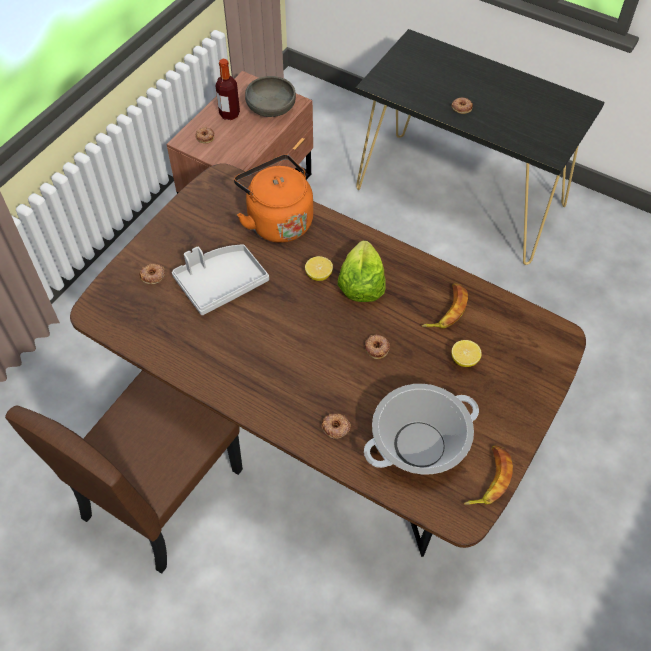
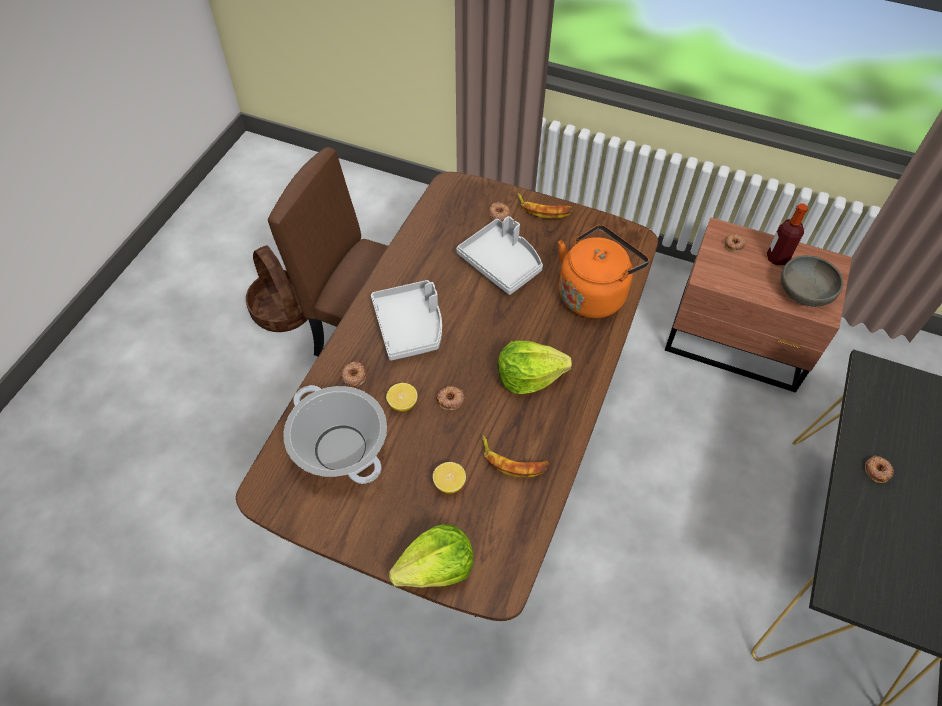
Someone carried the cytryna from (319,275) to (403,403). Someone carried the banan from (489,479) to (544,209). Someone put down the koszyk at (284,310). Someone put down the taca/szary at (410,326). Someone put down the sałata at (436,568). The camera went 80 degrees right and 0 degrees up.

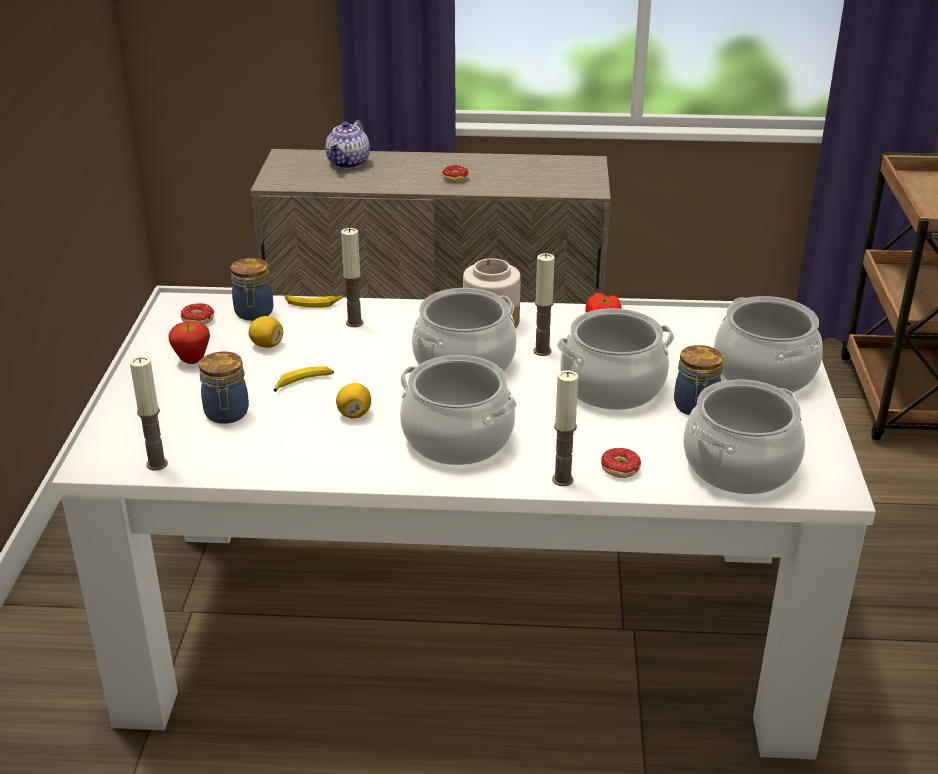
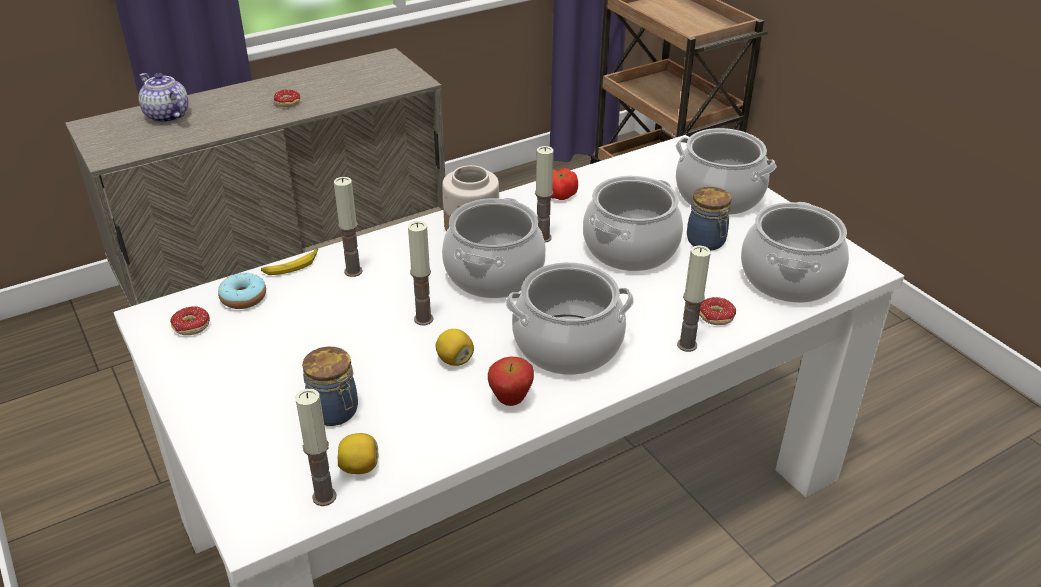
Someone rotated the imbryk at (348,163) by 150 degrees clockwise. Someone swapped the słoik at (254,313) for the donut at (243,298). Someone carried the cytryna from (267,345) to (359,467). Someone carried the jabłko from (192,360) to (510,400). Someone took away the banan at (303,383). Someone put down the świeca at (423,319). The camera went 35 degrees left and 5 degrees up.

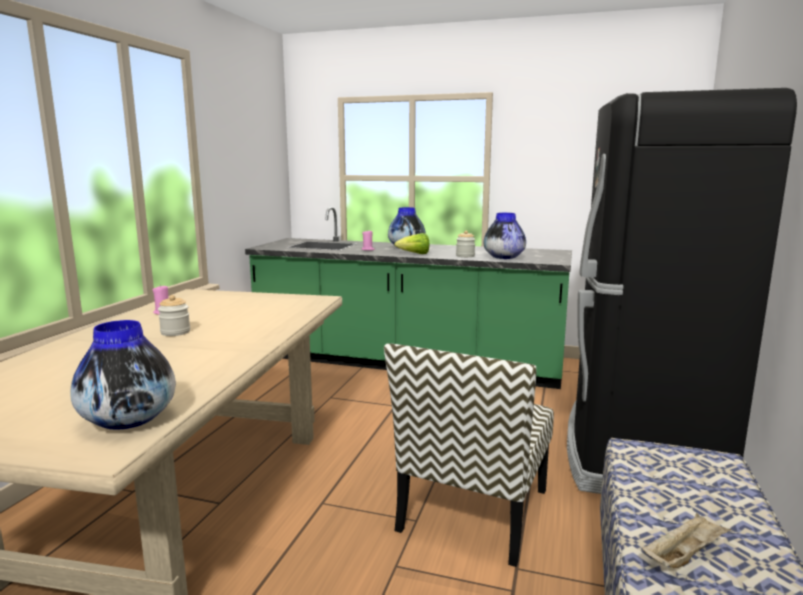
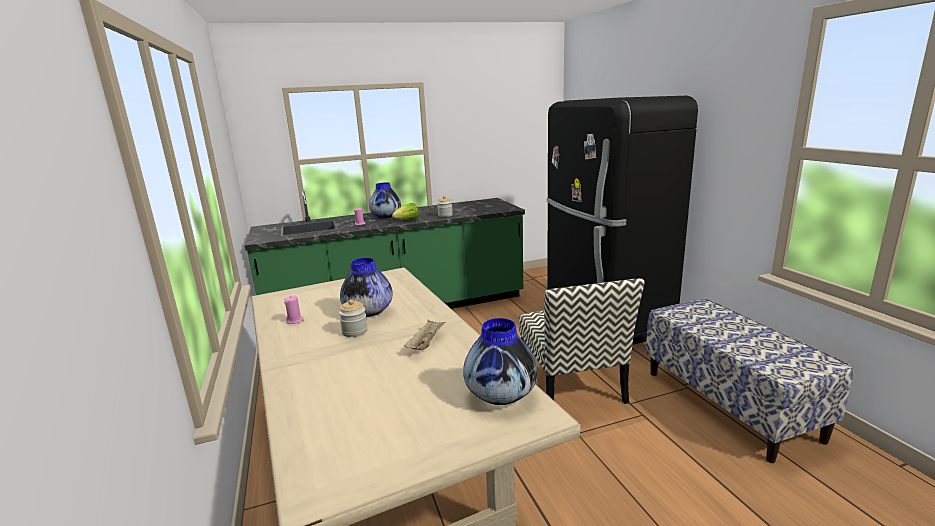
Someone carried the wazon from (504,258) to (368,312). Someone carried the taca/beżowy from (684,555) to (426,343). The camera went 35 degrees left and 5 degrees up.

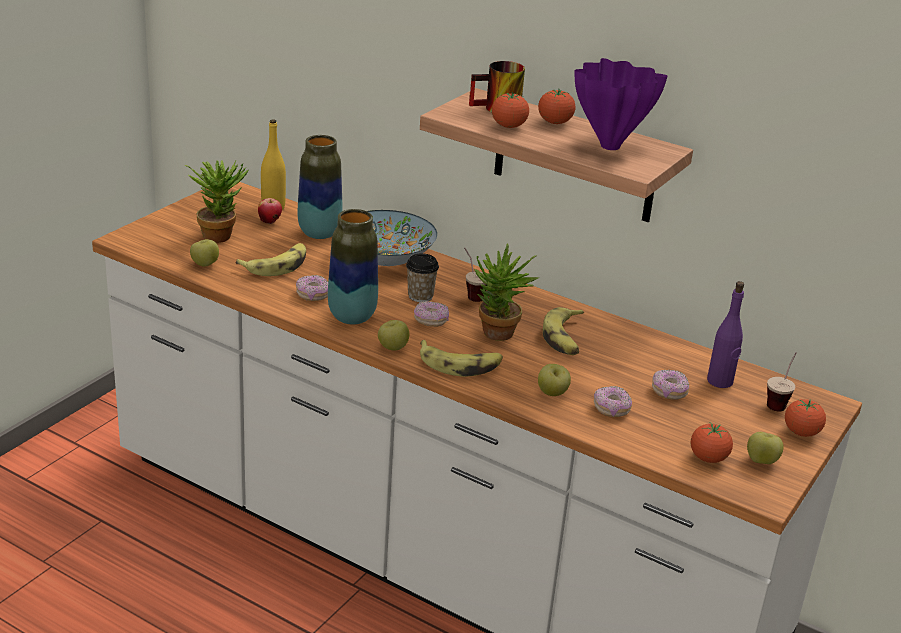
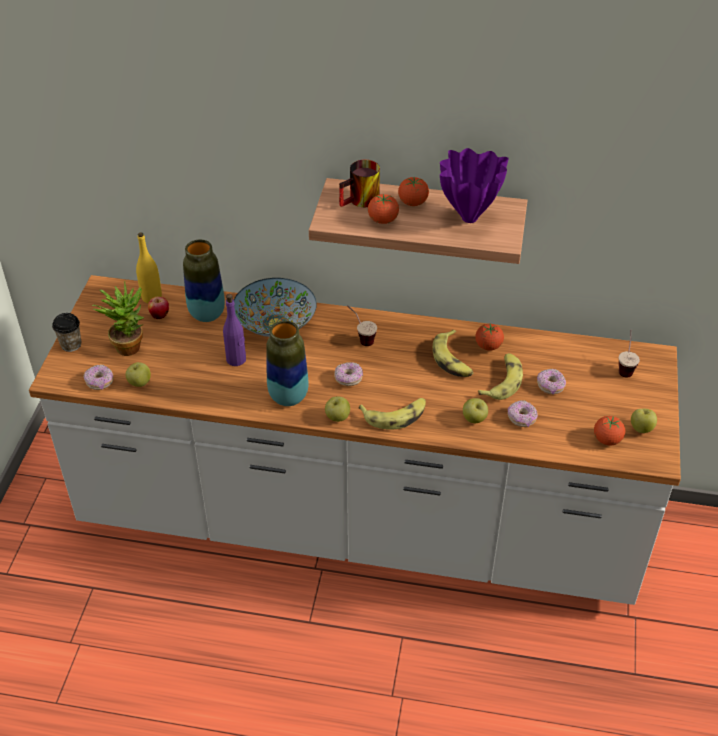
Someone carried the banan from (277,266) to (502,381). Someone took away the roślina doniczkowa at (497,336). Someone carried the filiżanka from (420,296) to (71,345). Someone carried the donut from (313,295) to (100,382). Someone carried the butelka/fioletowy from (720,381) to (236,359). Someone carried the pomidor from (801,432) to (488,346). The camera went 20 degrees left and 15 degrees up.

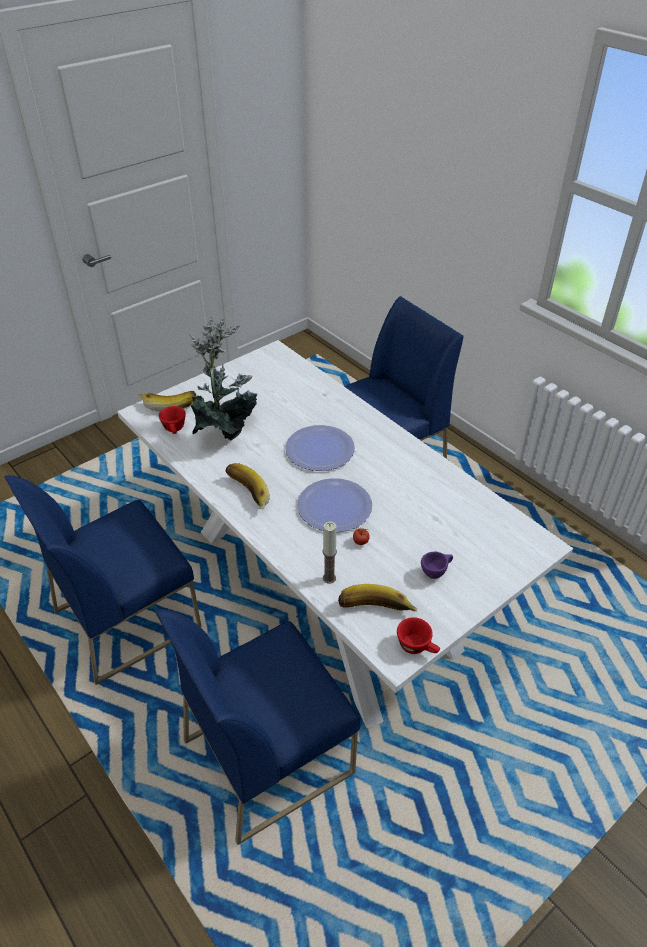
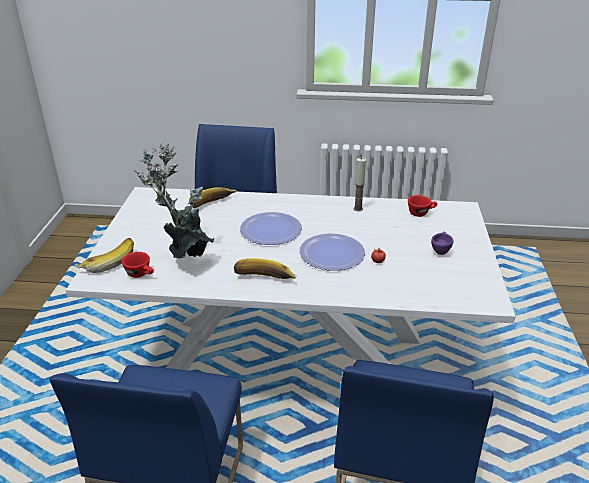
Someone carried the świeca from (329,578) to (358,209). Someone carried the banan from (375,611) to (213,205). Someone carried the filiżanka/czerwony from (417,647) to (421,213). The camera went 45 degrees left and 10 degrees down.

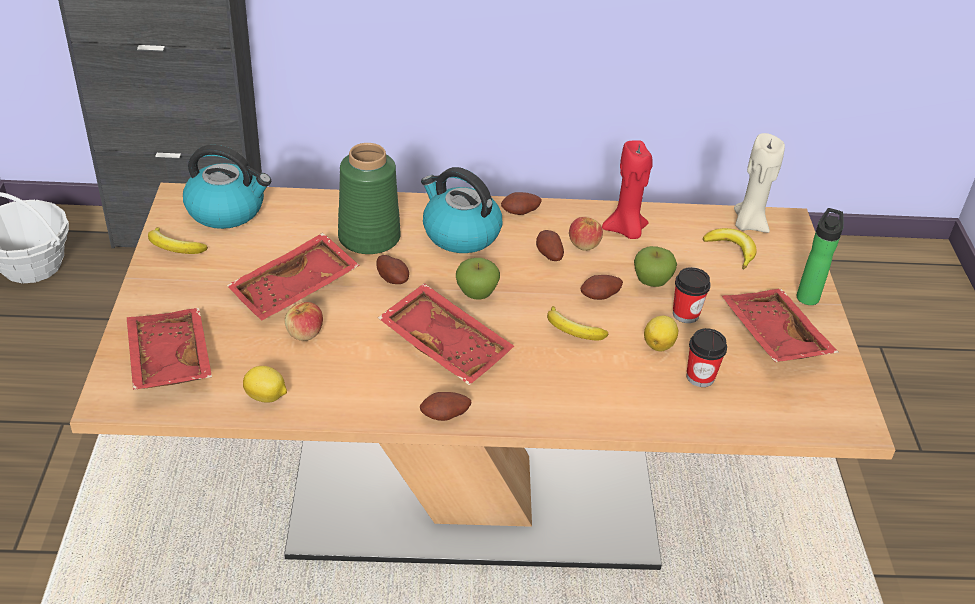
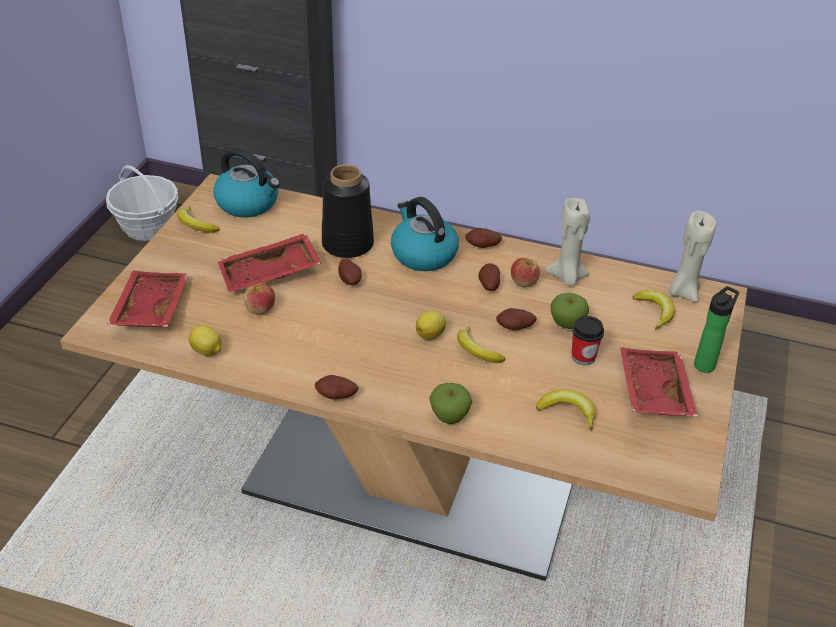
Someone repainted the świeca/czerwony at (626,231), which became the świeca/beżowy at (567,277). Someone repainted the wazon/zielony at (368,237), which became the wazon/czarny at (347,244). Someone carried the jabłko from (476,294) to (449,417). Someone took away the taca/czerwony at (447,344). Someone carried the cytryna from (659,344) to (431,335). Someone swapped the filiżanka at (700,377) for the banan at (568,412). The camera went 20 degrees right and 0 degrees up.

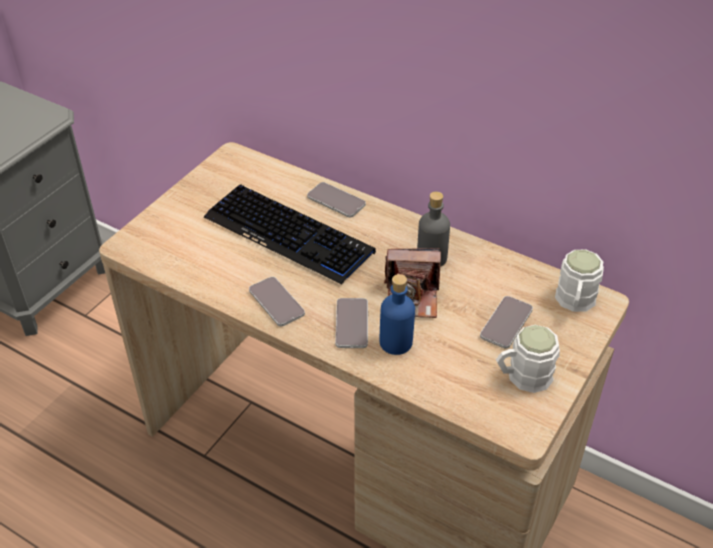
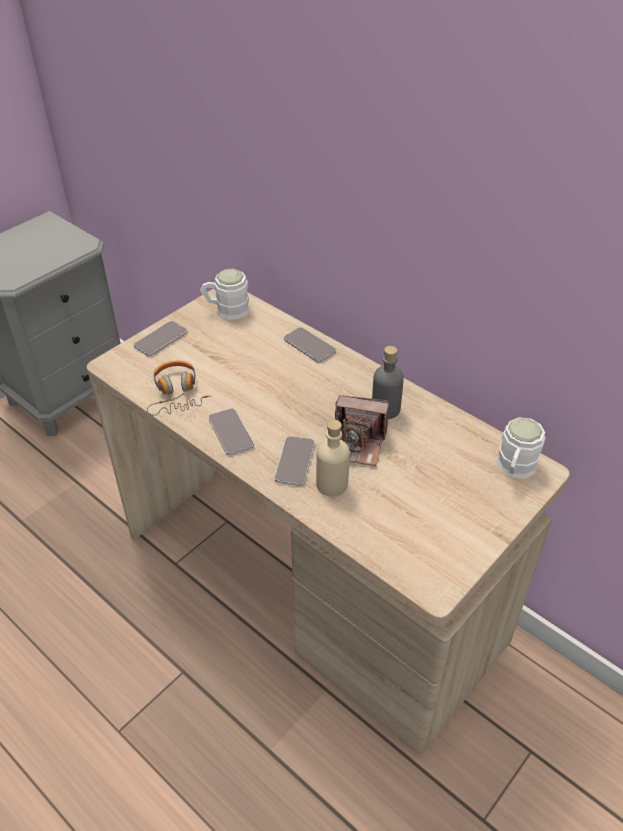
Someone took away the klawiatura at (289,235). Someone repainted the butelka/niebieski at (396,342), which became the butelka/beżowy at (332,484). Someone carried the telefon from (506,323) to (161,339). Someone carried the kubek/biały from (522,377) to (226,310). Someone put down the słuchawki at (176,394). The camera went 10 degrees right and 0 degrees up.

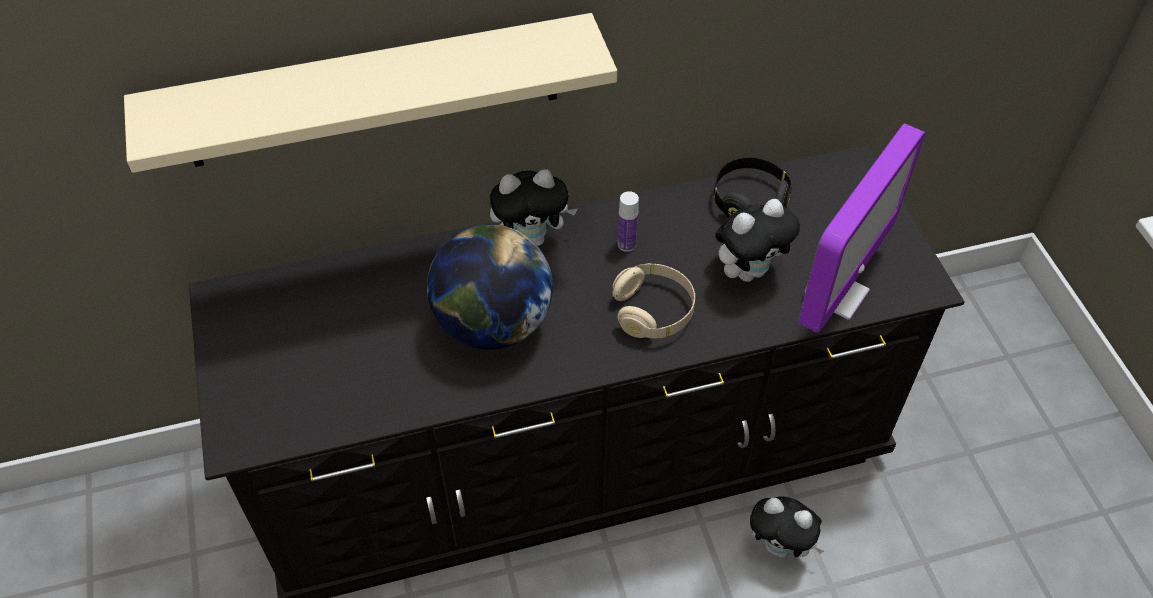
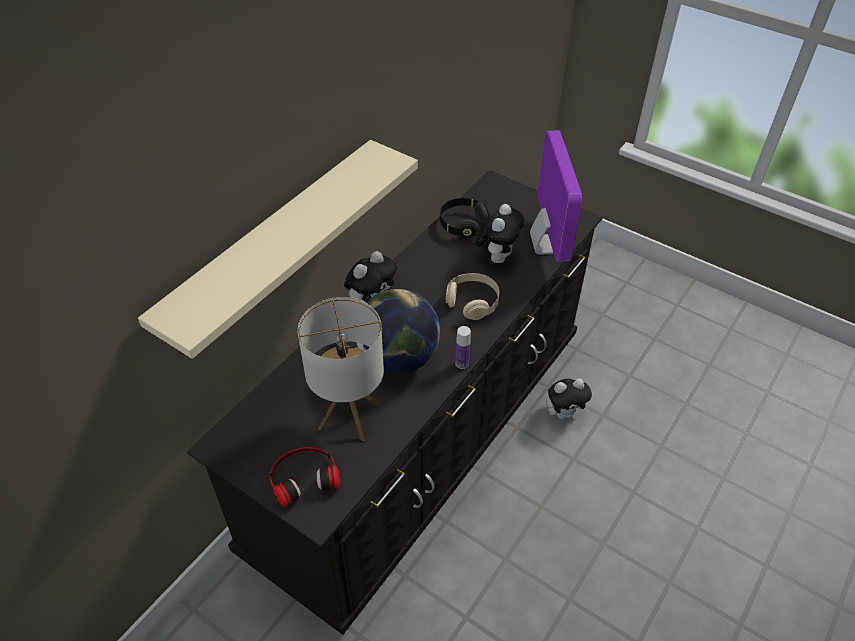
Someone carried the butelka from (626,244) to (461,363). Someone put down the lampa stołowa at (349,416). Someone put down the słuchawki at (303,476). The camera went 40 degrees left and 5 degrees down.

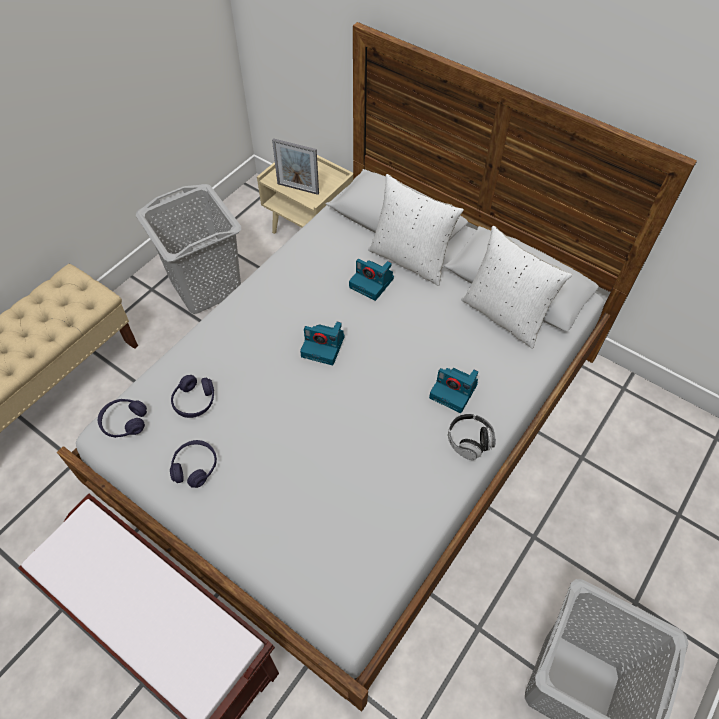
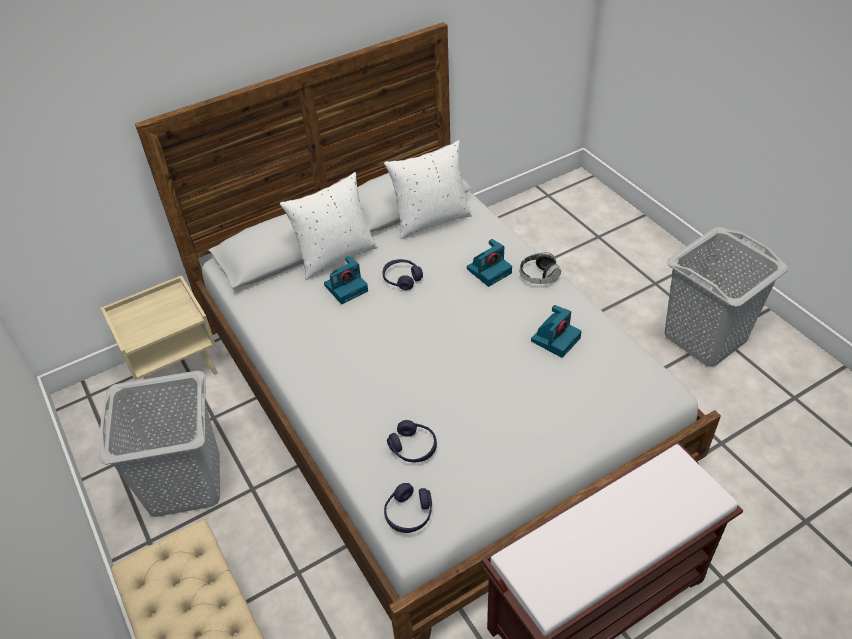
Someone took away the ramka na zdjęcie at (298,188). Someone carried the aparat fotograficzny from (324,346) to (555,338). Someone carried the słuchawki/fioletowy from (195,467) to (402,279). The camera went 65 degrees left and 10 degrees down.

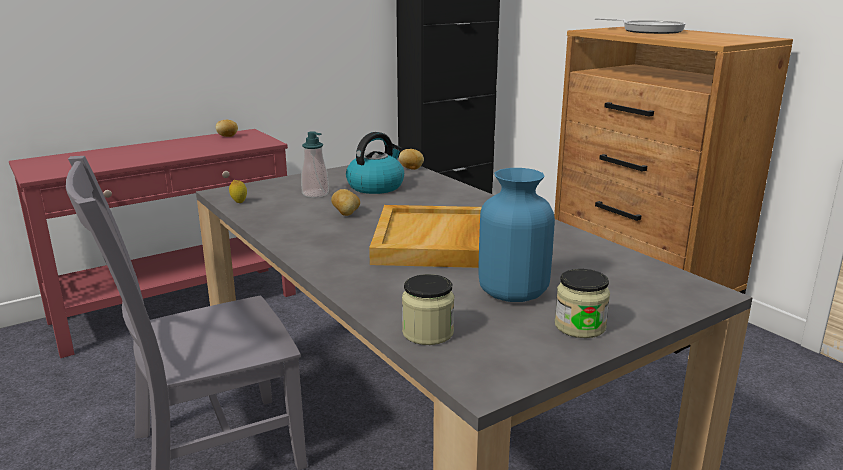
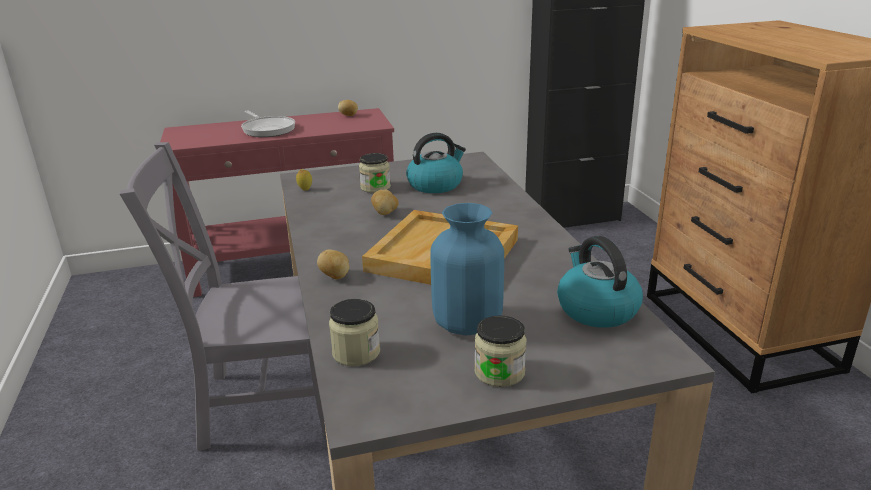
Someone carried the patelnia from (648,31) to (267,129). Someone swapped the dozownik mydła at (315,194) for the słoik at (375,187). Someone carried the ziemniak from (411,169) to (335,276). Someone put down the czajnik at (596,309). The camera went 20 degrees right and 5 degrees up.

